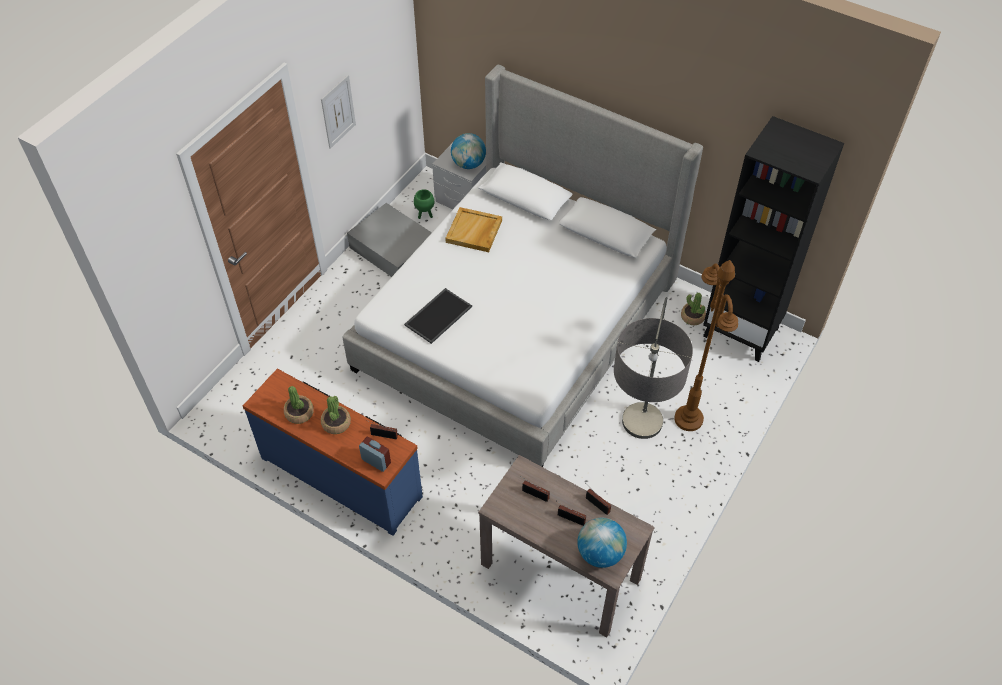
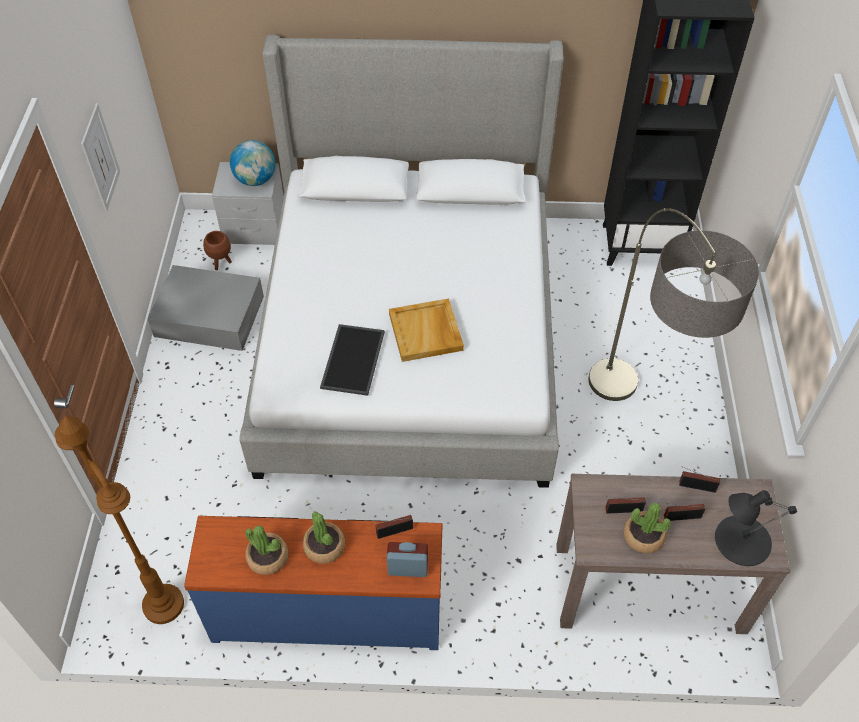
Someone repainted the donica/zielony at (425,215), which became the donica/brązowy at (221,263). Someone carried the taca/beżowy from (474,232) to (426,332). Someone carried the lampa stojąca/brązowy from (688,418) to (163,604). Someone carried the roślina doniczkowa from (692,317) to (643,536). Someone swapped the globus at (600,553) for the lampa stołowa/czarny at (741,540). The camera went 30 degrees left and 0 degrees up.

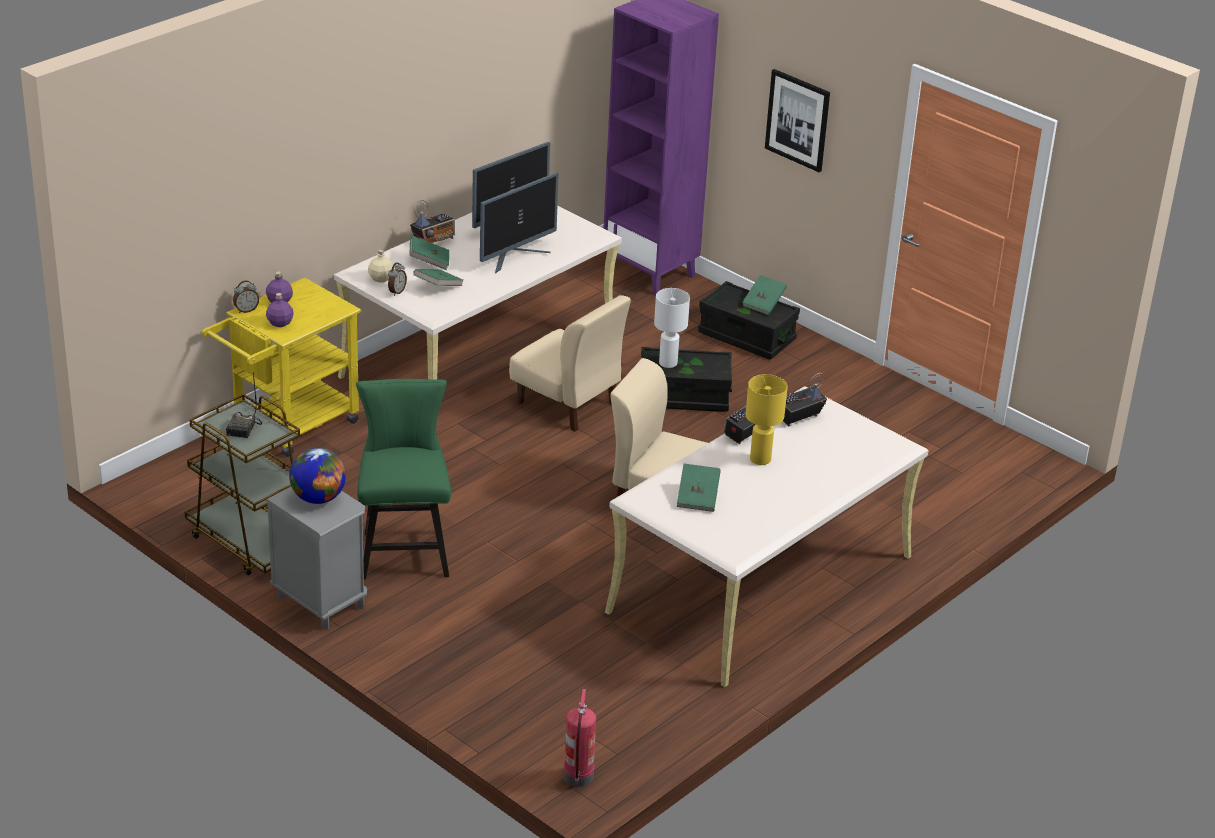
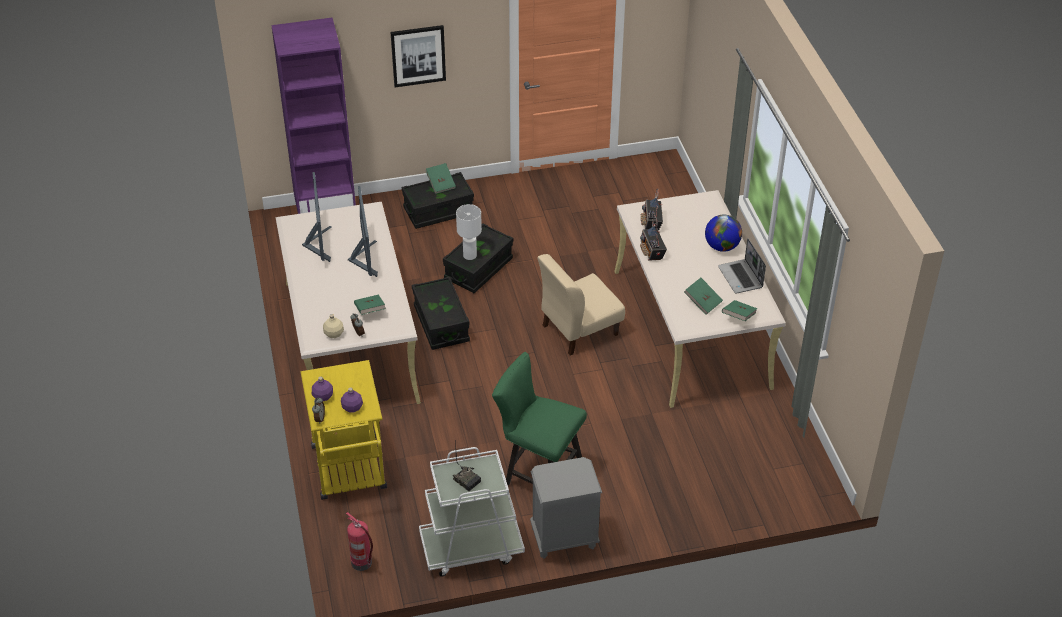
Someone took away the radio at (434,240). Someone carried the książka/zielony from (429,262) to (738,316). Someone swapped the krzesło/beżowy at (567,403) for the pojemnik do przechowywania/czarny at (441,324). Someone took away the lampa stołowa/żółty at (761,460). Someone repainted the wózek/brązowy at (250,542), which became the wózek/biały at (471,548). Someone carried the globus from (318,498) to (722,246). Someone carried the gaśnica from (578,778) to (362,562). Someone put down the laptop at (741,277). The camera went 55 degrees left and 10 degrees up.

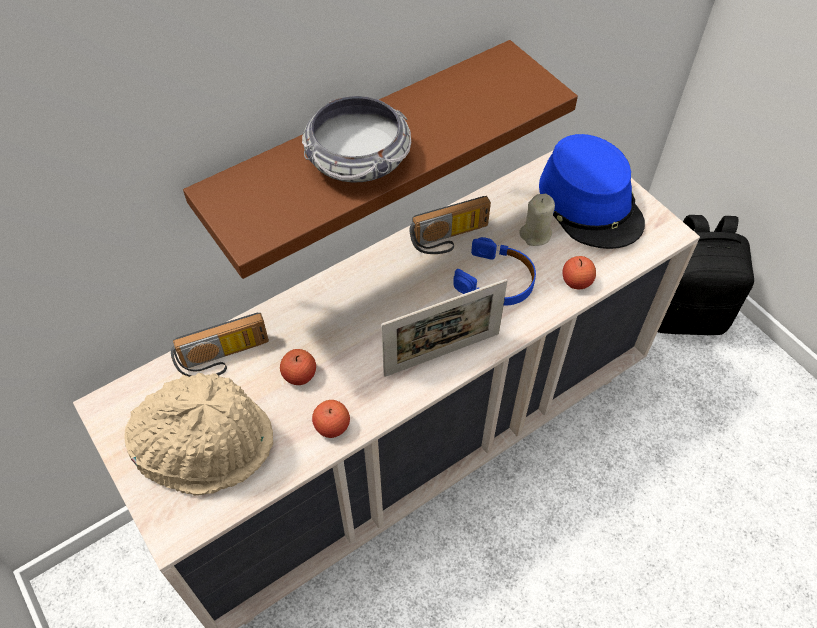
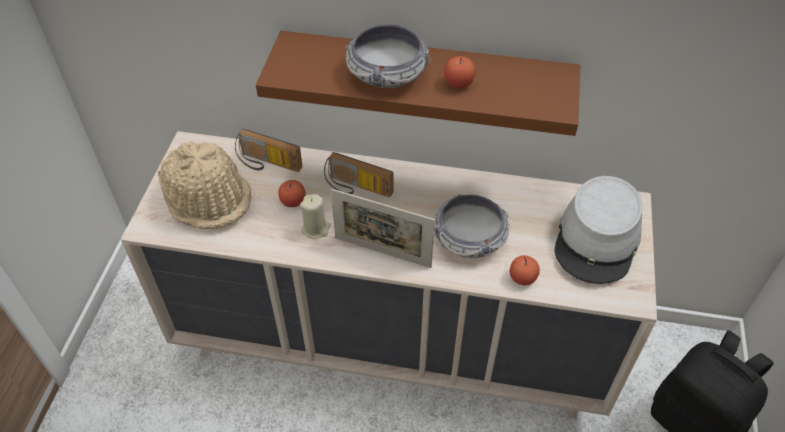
Someone repainted the kapelusz/niebieski at (590,203), which became the kapelusz/szary at (597,239). Someone carried the świeca/beżowy from (535,234) to (316,229). Someone carried the radio from (450,239) to (356,188). Someone swapped the słuchawki/niebieski at (496,281) for the miska at (469,238). Someone carried the jabłko from (332,426) to (458,83). The camera went 45 degrees right and 5 degrees down.

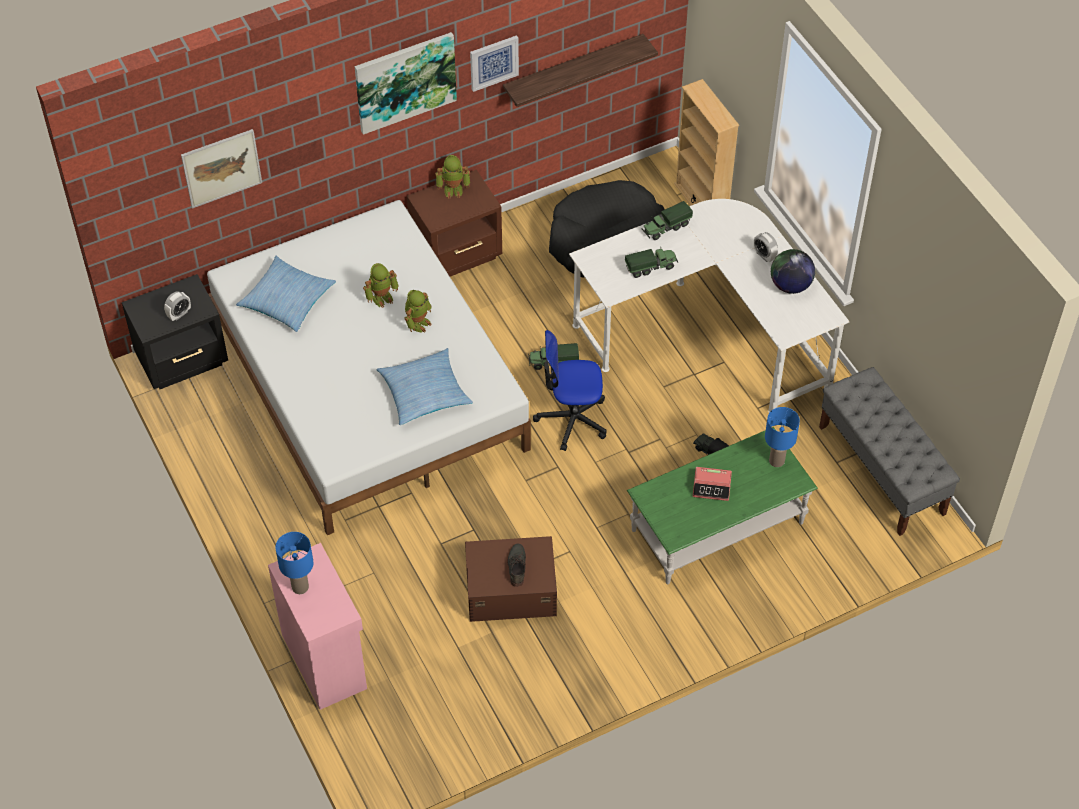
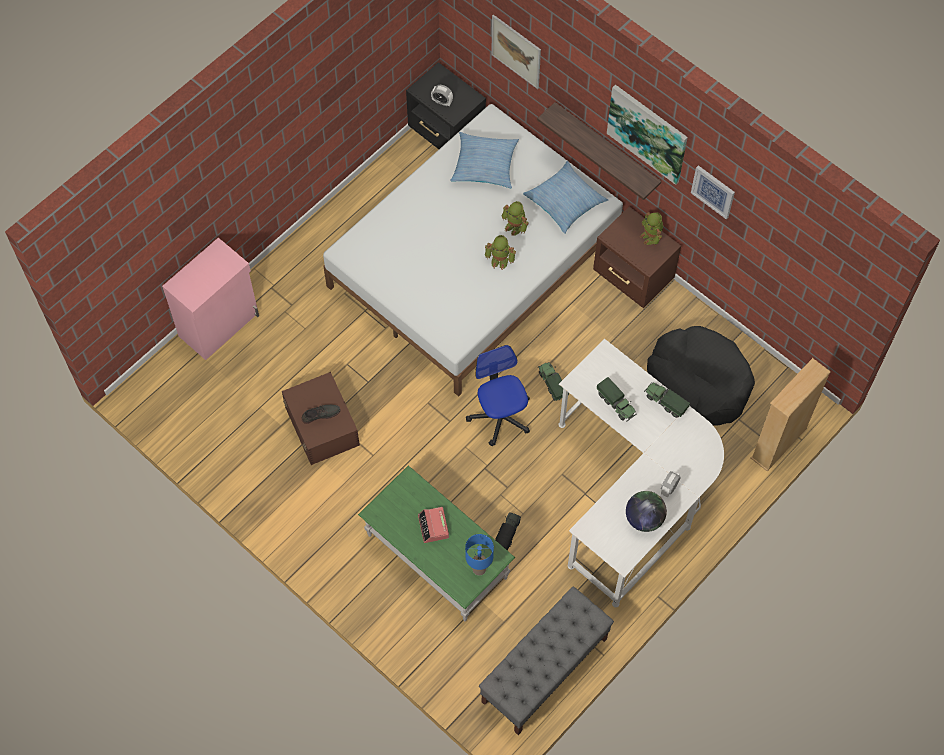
Someone carried the półka from (573,70) to (606,149). Someone carried the poduszka from (424,392) to (565,201). Someone took away the lampa stołowa/niebieski at (300,587). The camera went 70 degrees right and 10 degrees up.

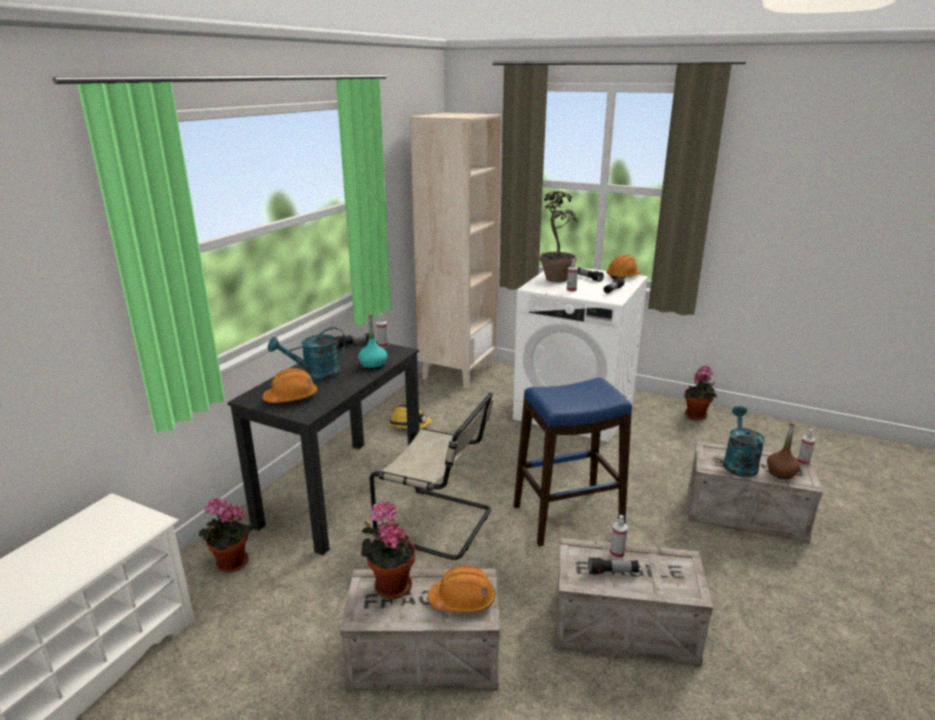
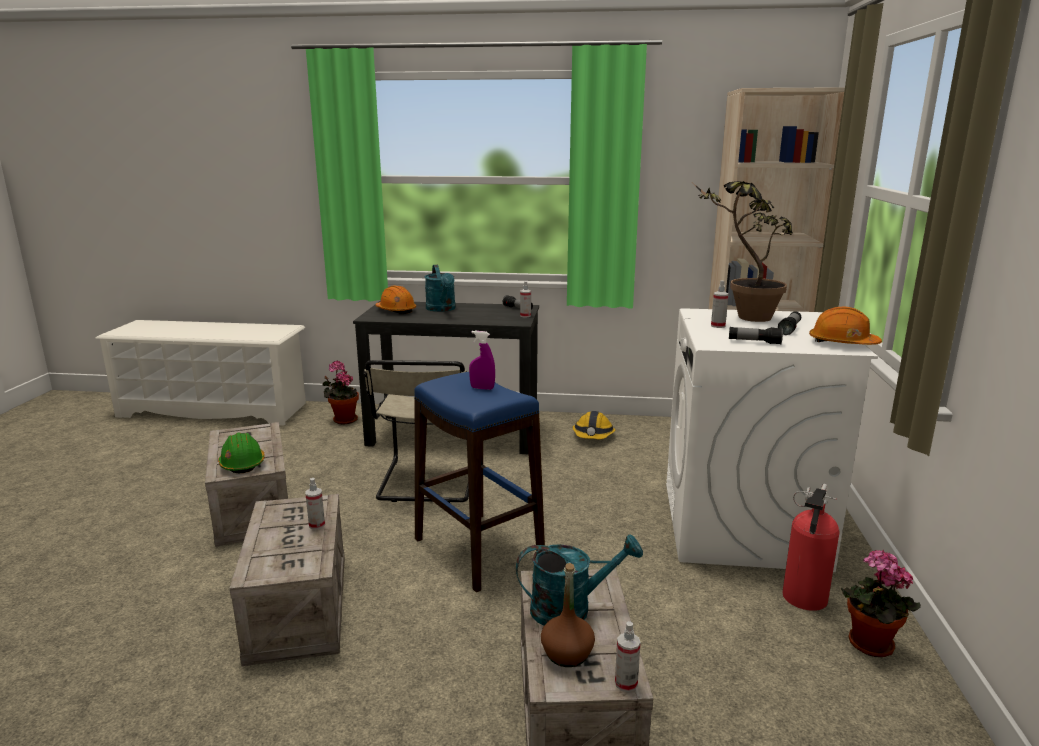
Someone took away the butelka/turkusowy at (373,365). Someone rotated the konewka/turkusowy at (315,375) by 150 degrees counterclockwise. Someone took away the roślina doniczkowa at (390,585). Someone took away the latarka at (612,572). Someone repainted the kask/pomarańczowy at (462,600), which became the kask/zielony at (242,463). Someone put down the spryskiwacz/fioletowy at (482,388). Someone put down the gaśnica at (803,600). The camera went 70 degrees right and 5 degrees down.

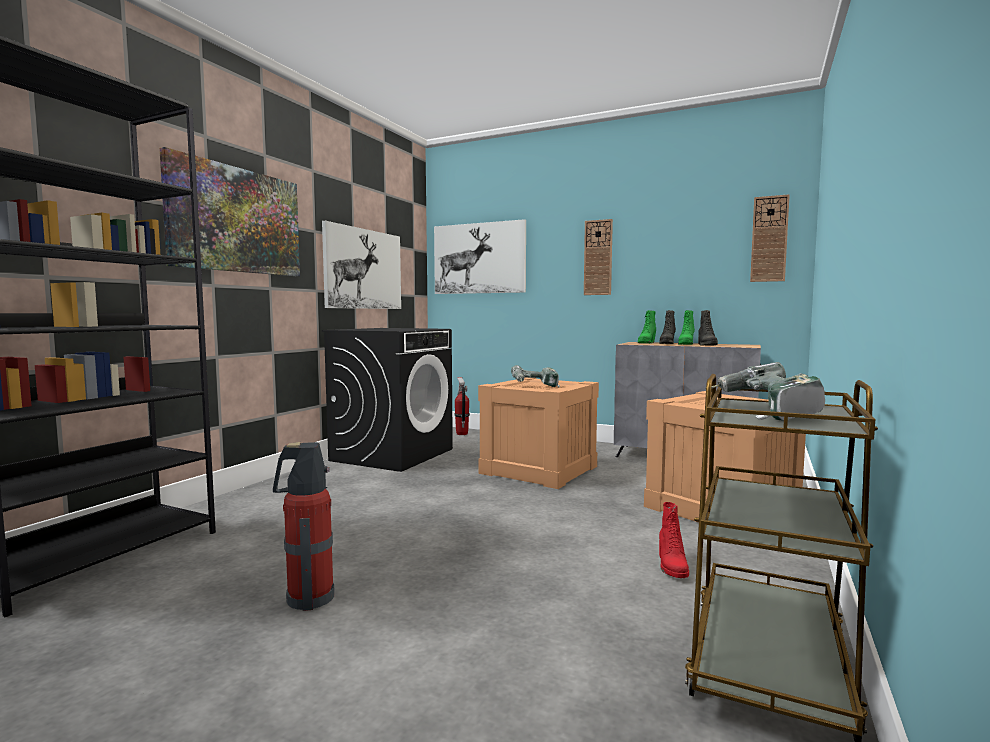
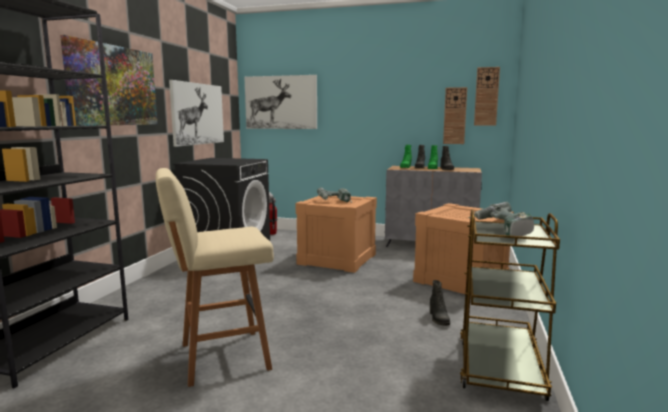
Someone carried the zegar ścienny from (598,257) to (455,116). Someone swapped the gaśnica at (308,598) for the stołek/beżowy at (220,357). Someone repainted the but z cholewką/czerwony at (671,566), which became the but z cholewką/czarny at (438,319). The camera went 10 degrees left and 5 degrees up.

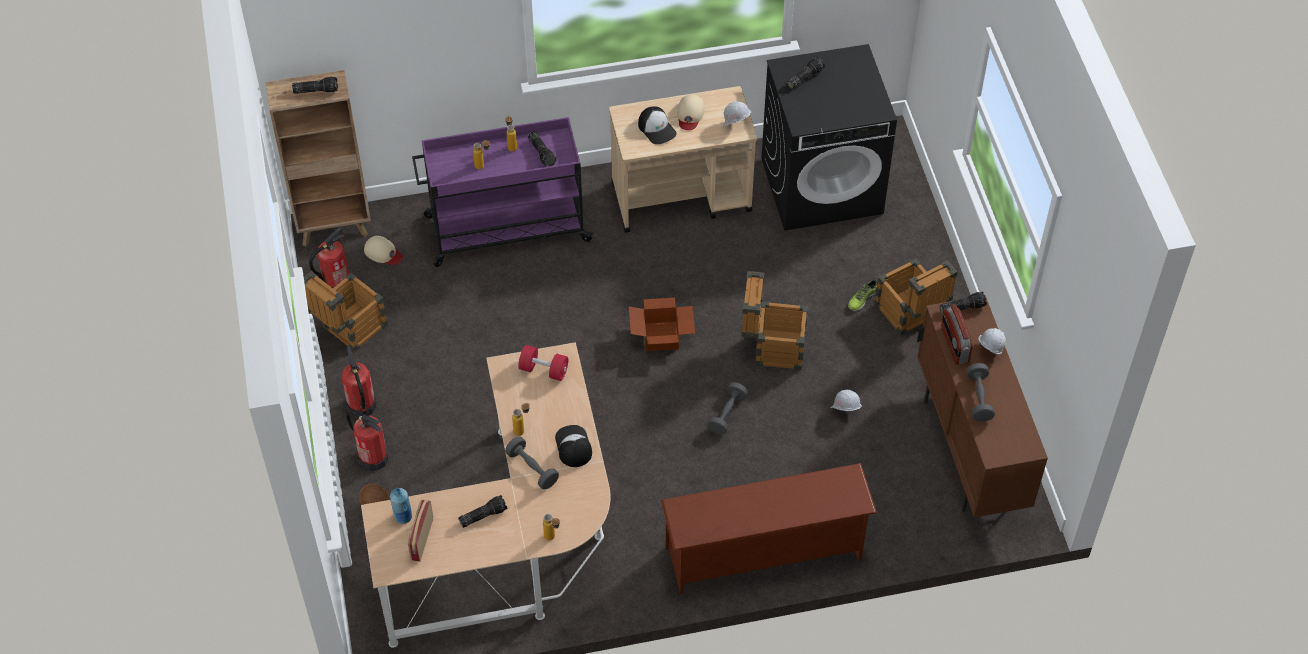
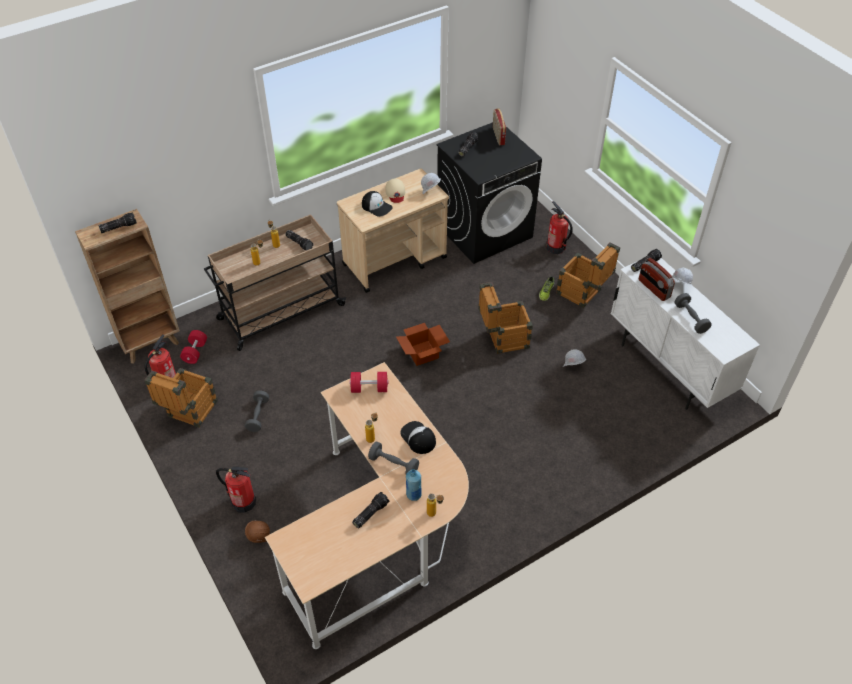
Someone repainted the wózek/fioletowy at (505,229), which became the wózek/beżowy at (280,312). Someone swapped the czapka z daszkiem/beżowy at (383,253) for the hantel/czerwony at (195,352). Someone repainted the szafka/brązowy at (969,452), which became the szafka/biały at (668,369). Someone carried the gaśnica from (361,406) to (555,247). Someone carried the hantel/szary from (727,413) to (258,415). Someone took away the regał na buty/brązowy at (764,555). Someone carried the butelka/niebieski from (403,517) to (413,495). Someone carried the radio from (421,539) to (498,136). The camera went 20 degrees left and 5 degrees down.

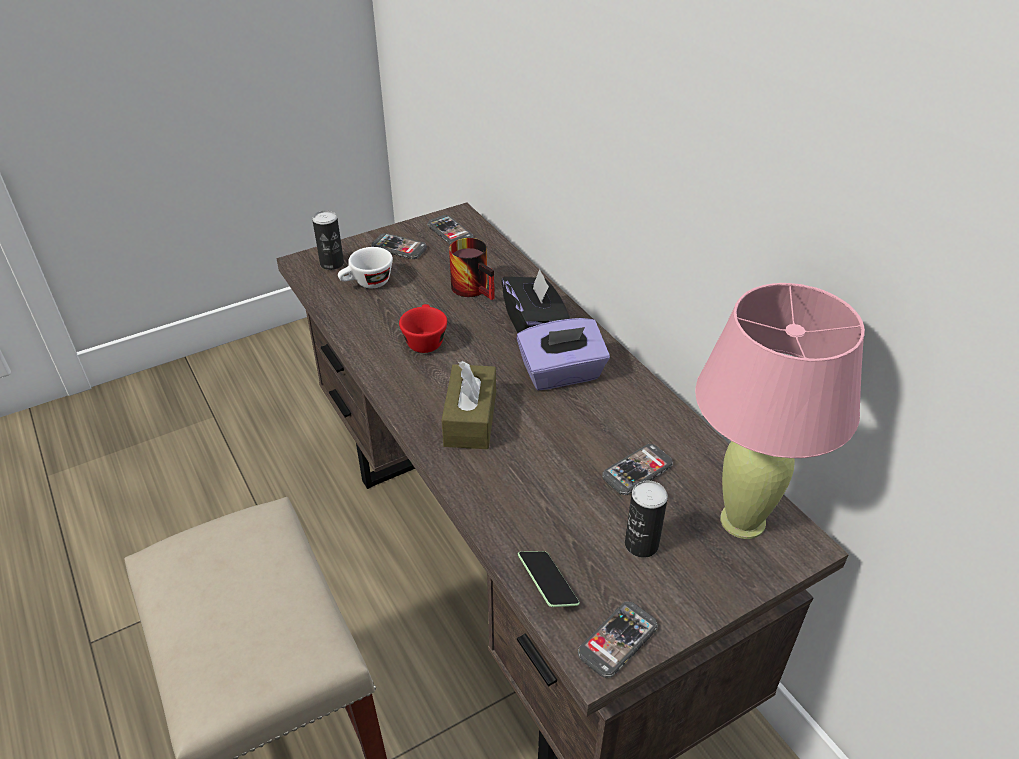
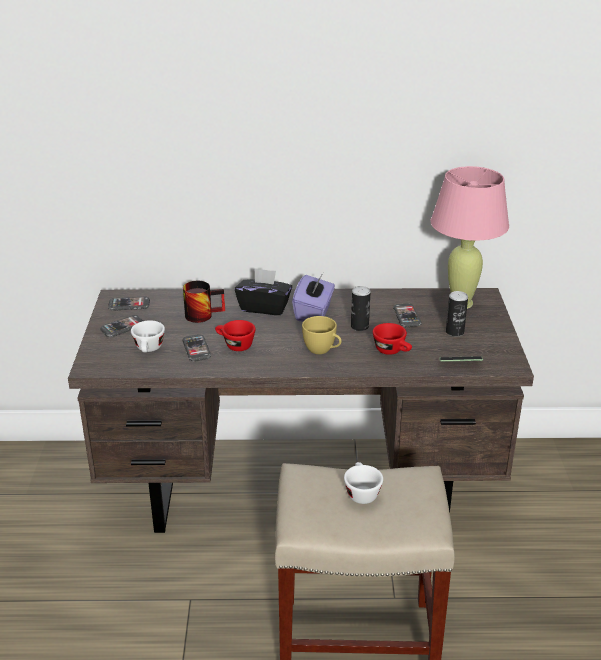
Someone carried the puszka from (332,264) to (359,326). Someone swapped the pudełko chusteczek/brązowy at (470,419) for the filiżanka/żółty at (322,350). Someone carried the telefon from (617,640) to (196,349). Someone put down the filiżanka/czerwony at (392,351). Someone put down the filiżanka/biały at (361,492). The camera went 60 degrees left and 10 degrees down.

